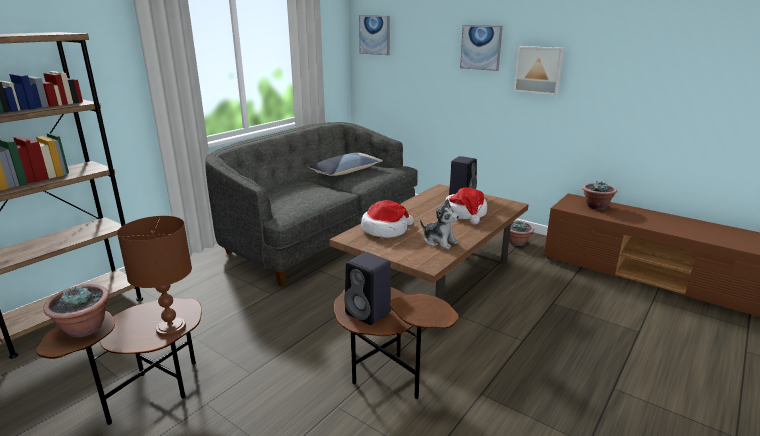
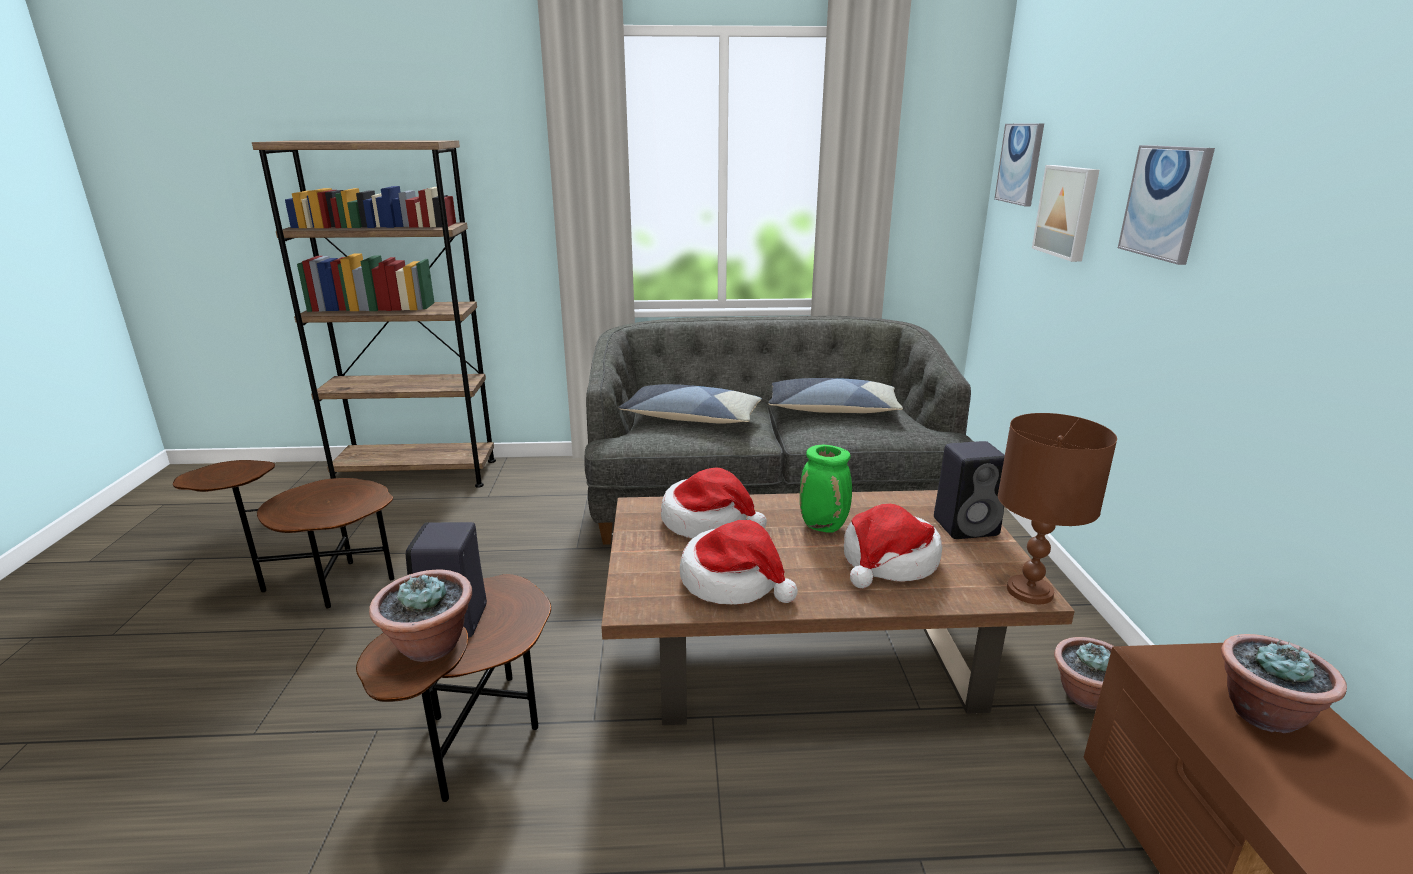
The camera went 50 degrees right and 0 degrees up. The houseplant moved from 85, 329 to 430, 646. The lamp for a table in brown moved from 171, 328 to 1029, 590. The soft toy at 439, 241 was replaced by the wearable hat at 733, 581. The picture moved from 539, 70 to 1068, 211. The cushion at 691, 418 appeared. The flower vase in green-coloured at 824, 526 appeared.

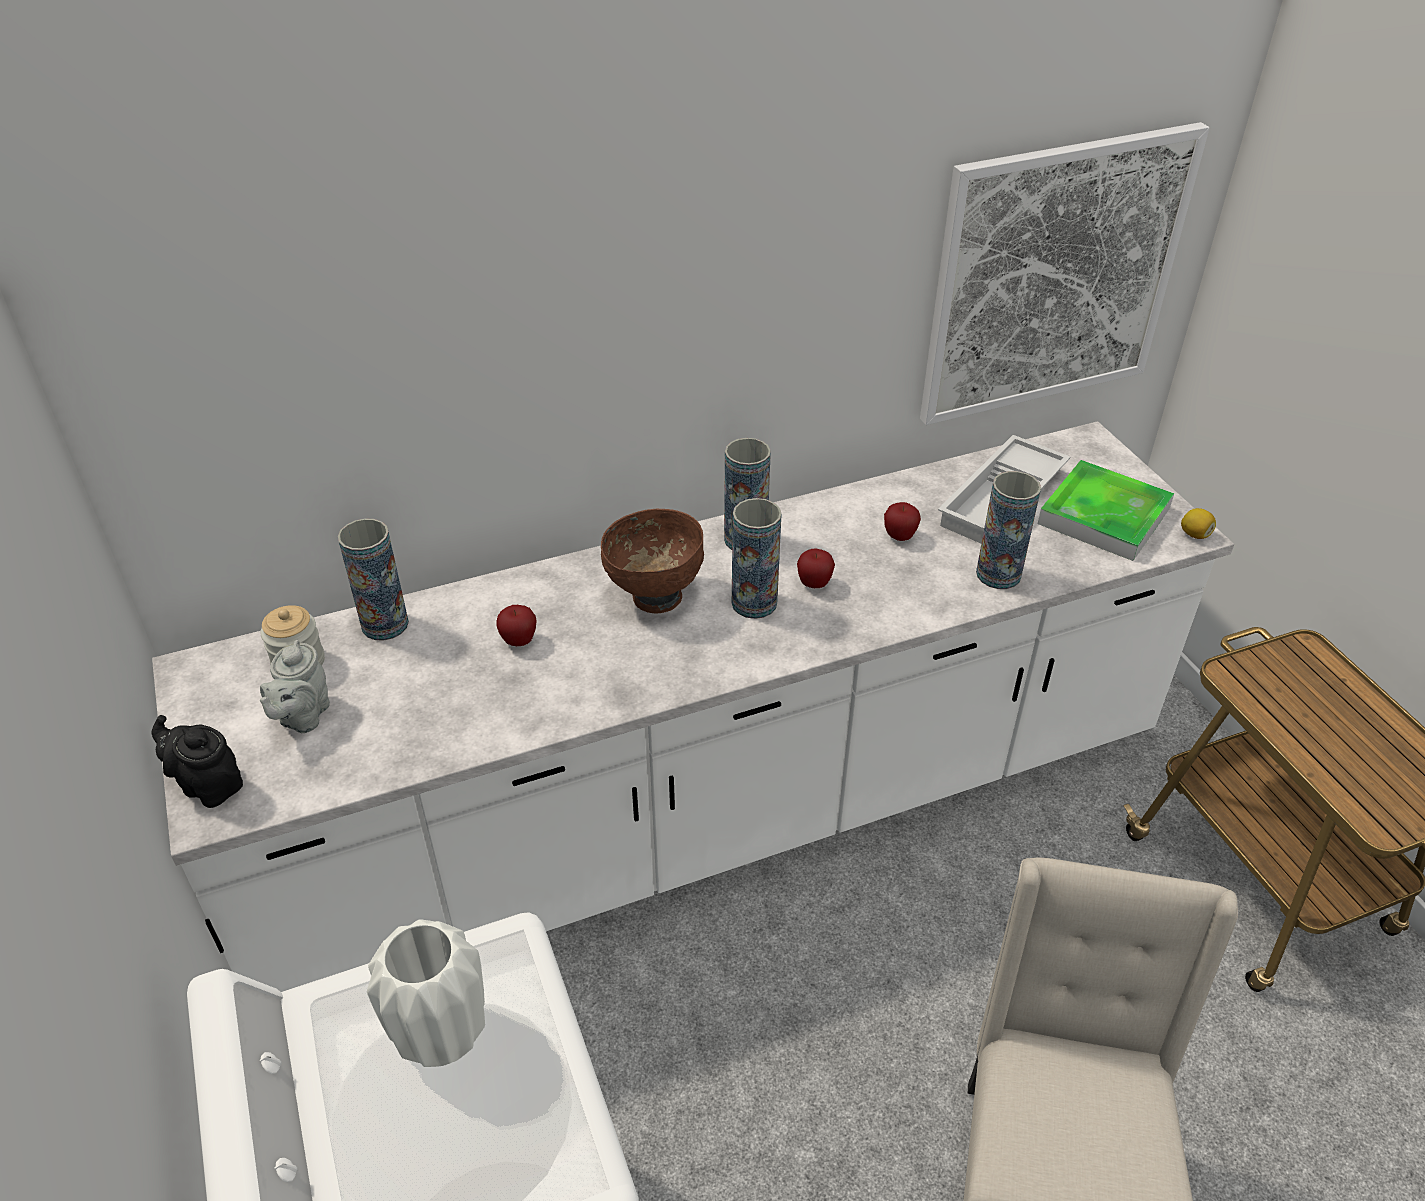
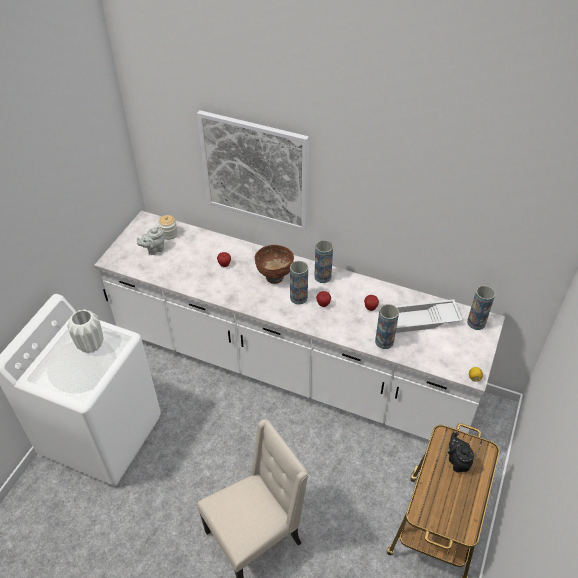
The camera went 45 degrees right and 5 degrees up. The pot for tea in black-coloured moved from 209, 785 to 457, 461. The flower vase moved from 385, 624 to 476, 323. The picture moved from 1054, 276 to 255, 171. The carrying tray at 1103, 516 disappeared.

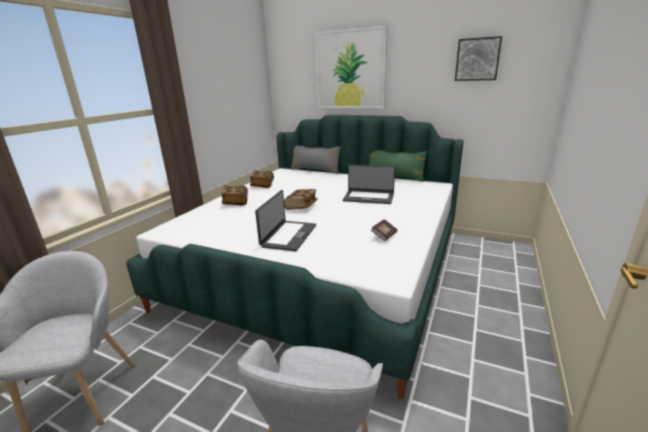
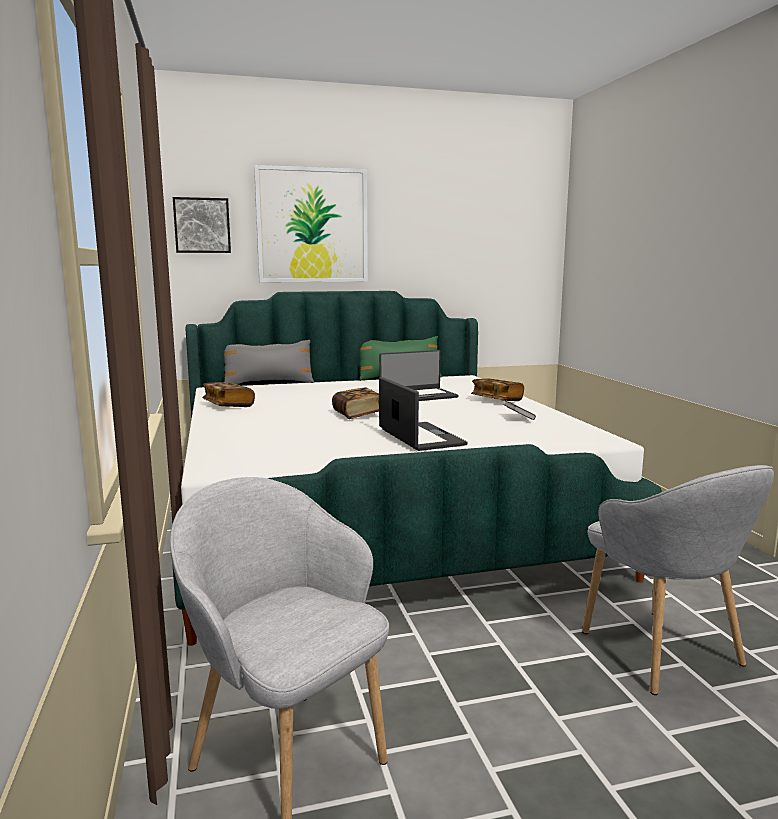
The camera went 40 degrees left and 10 degrees down. The bound book moved from 235, 202 to 497, 400. The picture moved from 477, 59 to 202, 225.

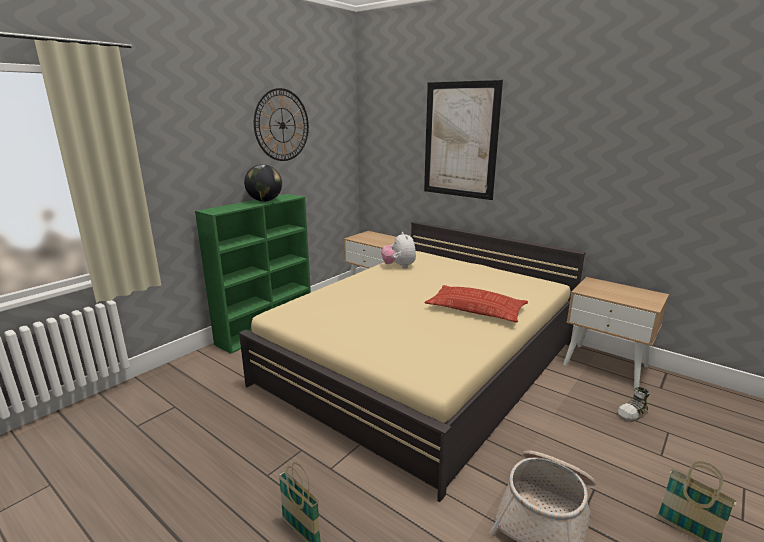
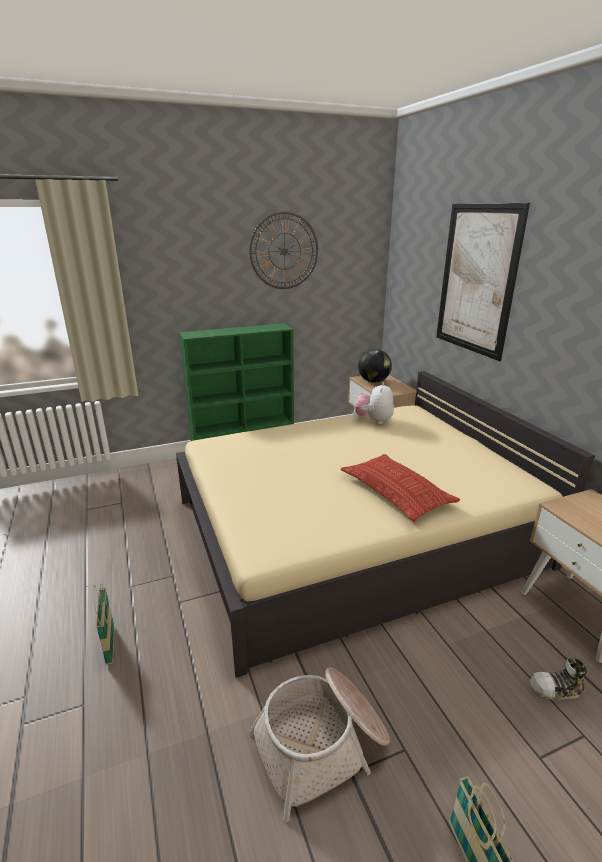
The camera went 30 degrees right and 5 degrees up. The globe moved from 265, 201 to 373, 381.

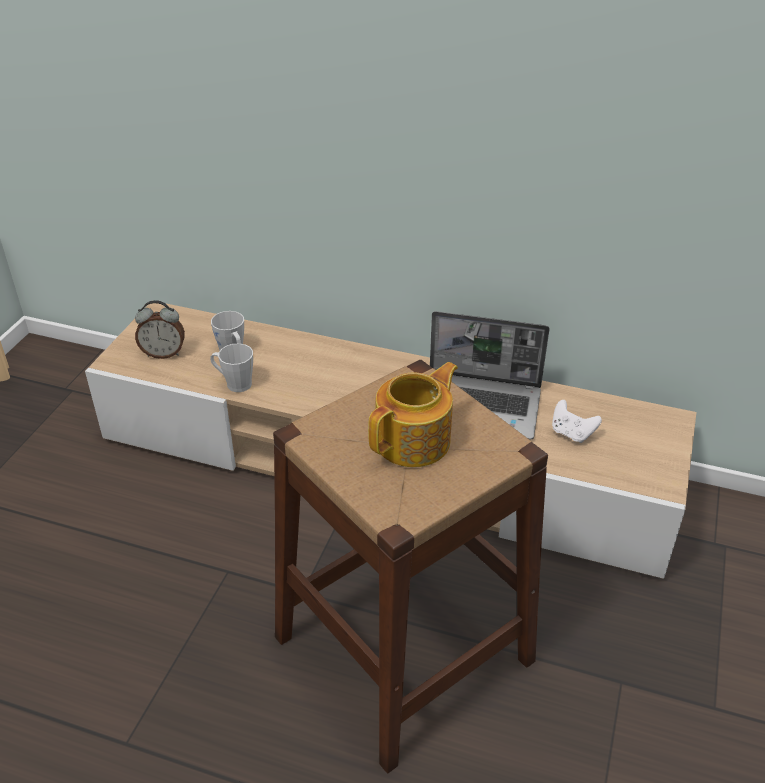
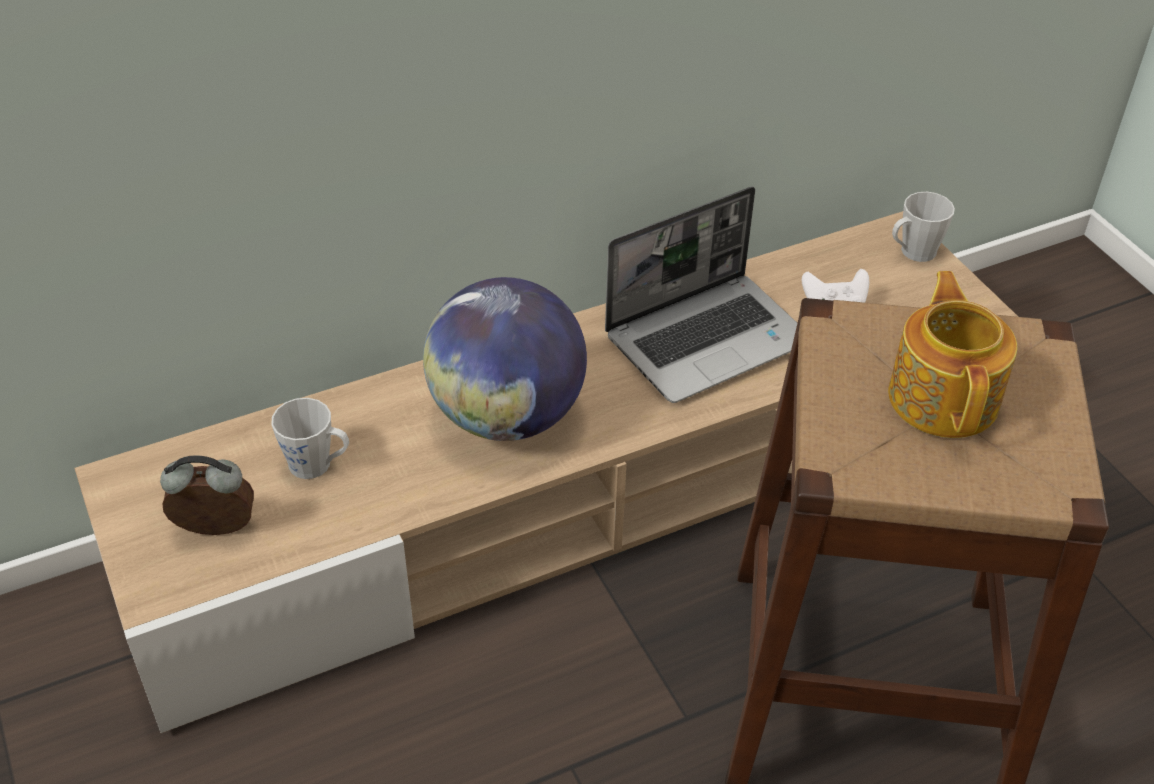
The camera went 45 degrees left and 5 degrees up. The table clock at 164, 353 turned 135 degrees counterclockwise. The mug in grey moved from 234, 383 to 912, 252. The globe at 507, 416 appeared.

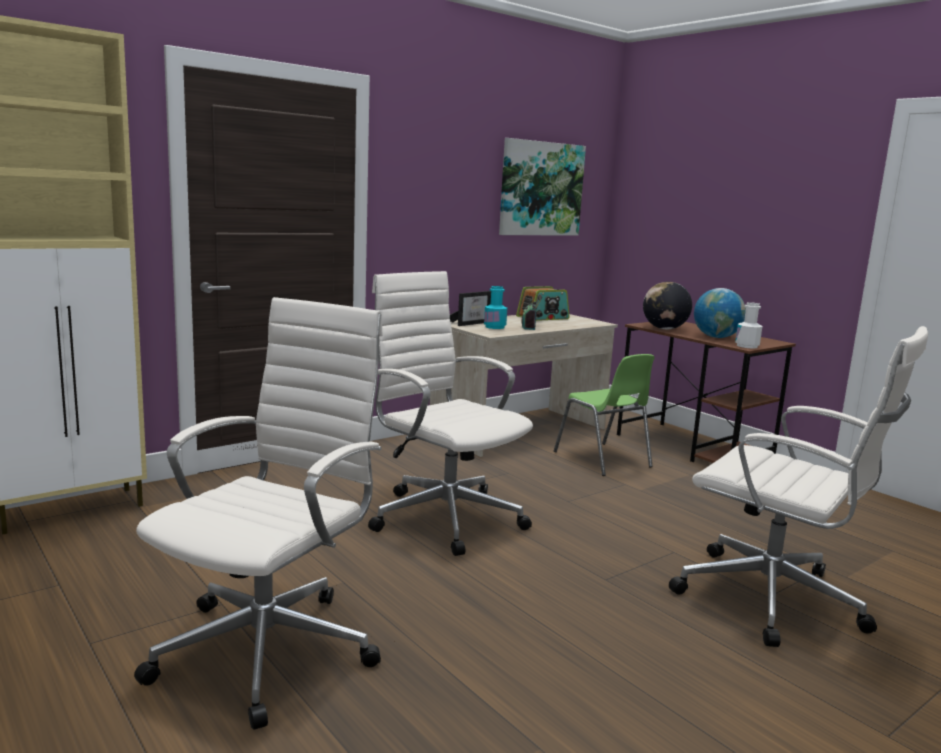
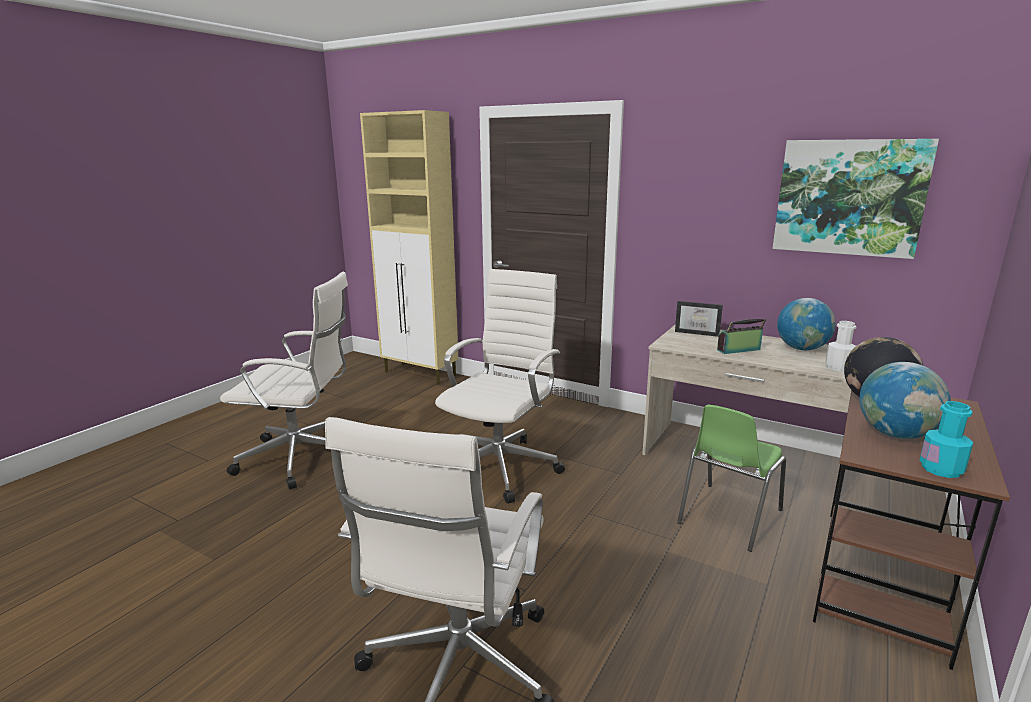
The camera went 70 degrees right and 5 degrees up. The bottle in blue-green moved from 495, 327 to 941, 469. The radio at 543, 317 was replaced by the globe at 802, 349. The bottle in whitish moved from 747, 346 to 839, 368.

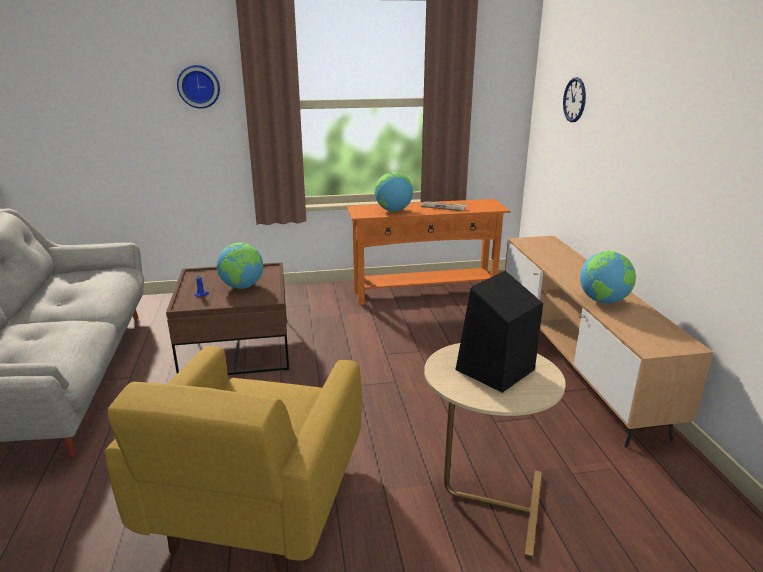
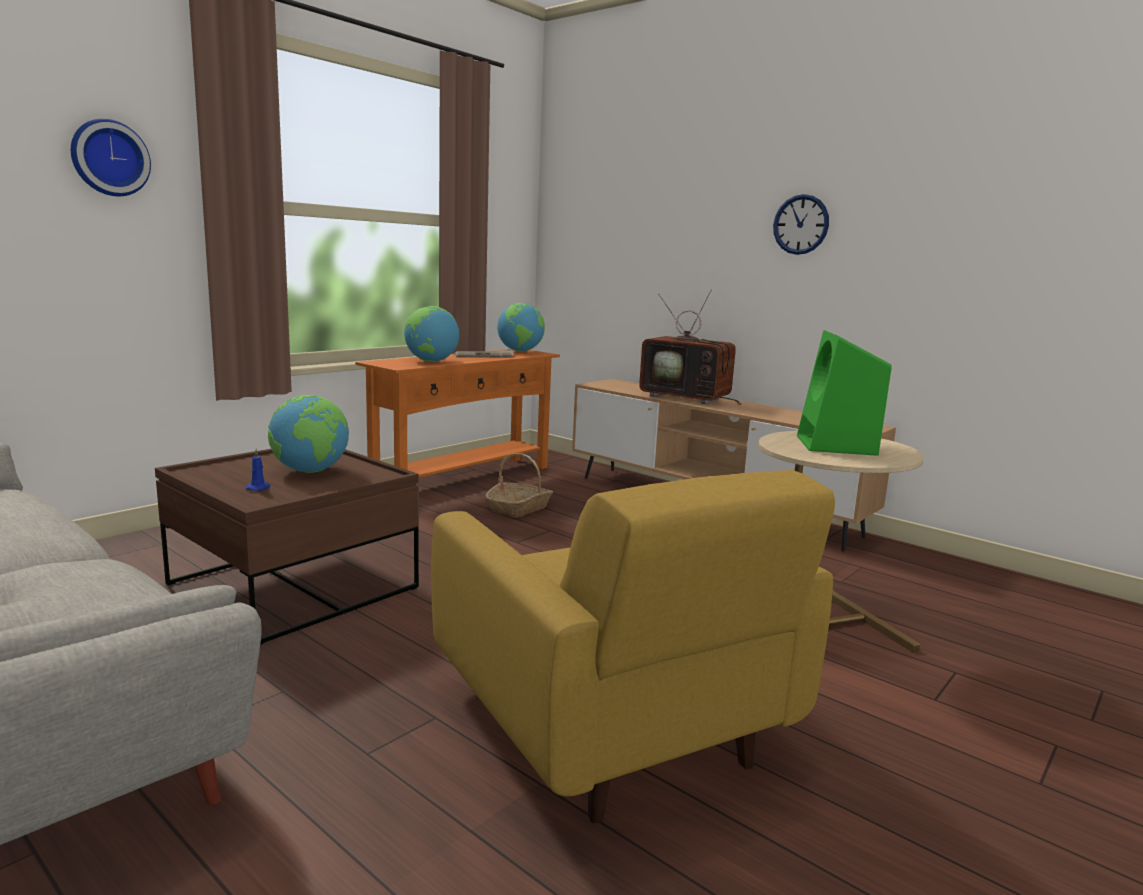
The camera went 40 degrees left and 10 degrees down. The speaker in black-coloured at 494, 371 became the speaker in green-coloured at 837, 446. The hanging clock moved from 574, 100 to 801, 224. The globe moved from 603, 301 to 520, 351. The storage basket at 519, 508 appeared. The TV set at 688, 398 appeared.

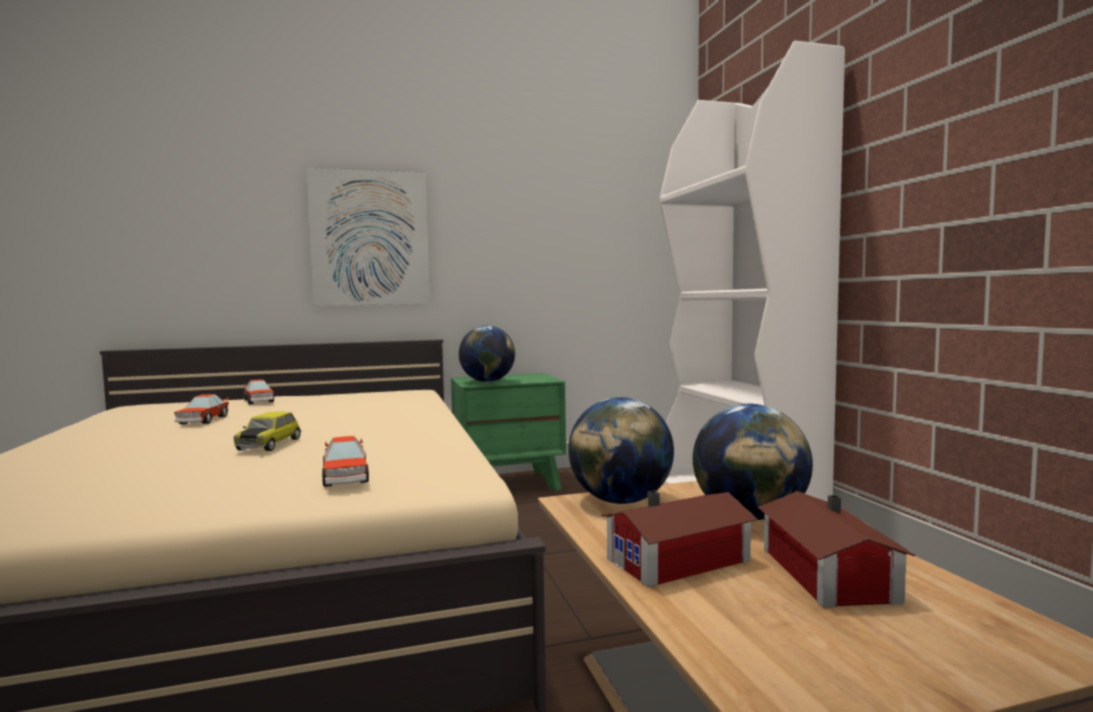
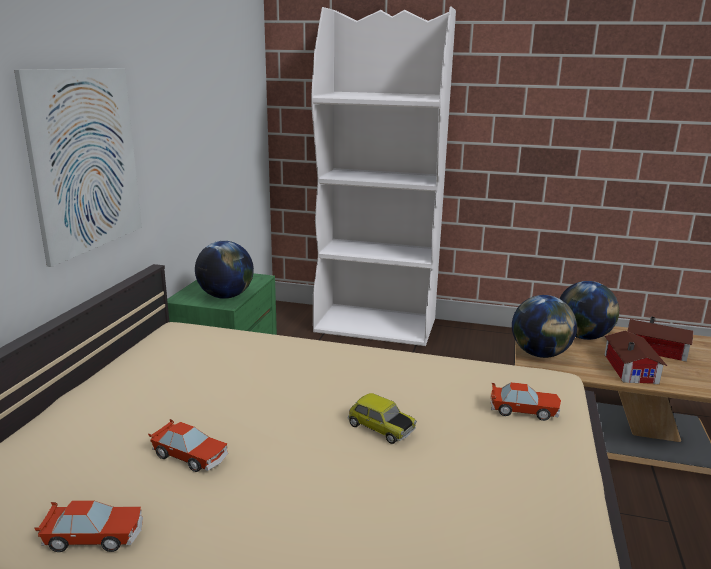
The camera went 60 degrees left and 15 degrees up. The toy car moved from 259, 401 to 94, 537.

